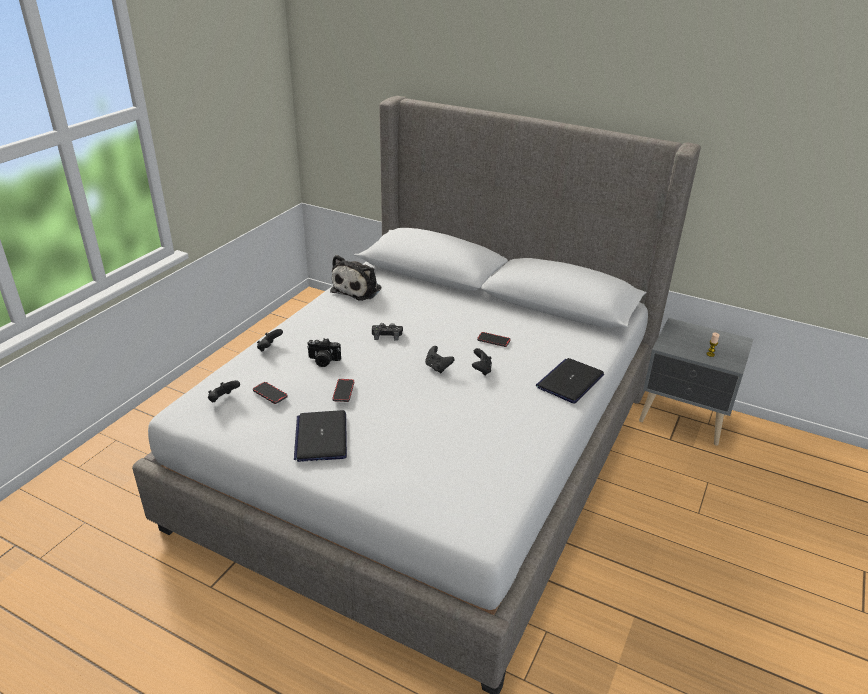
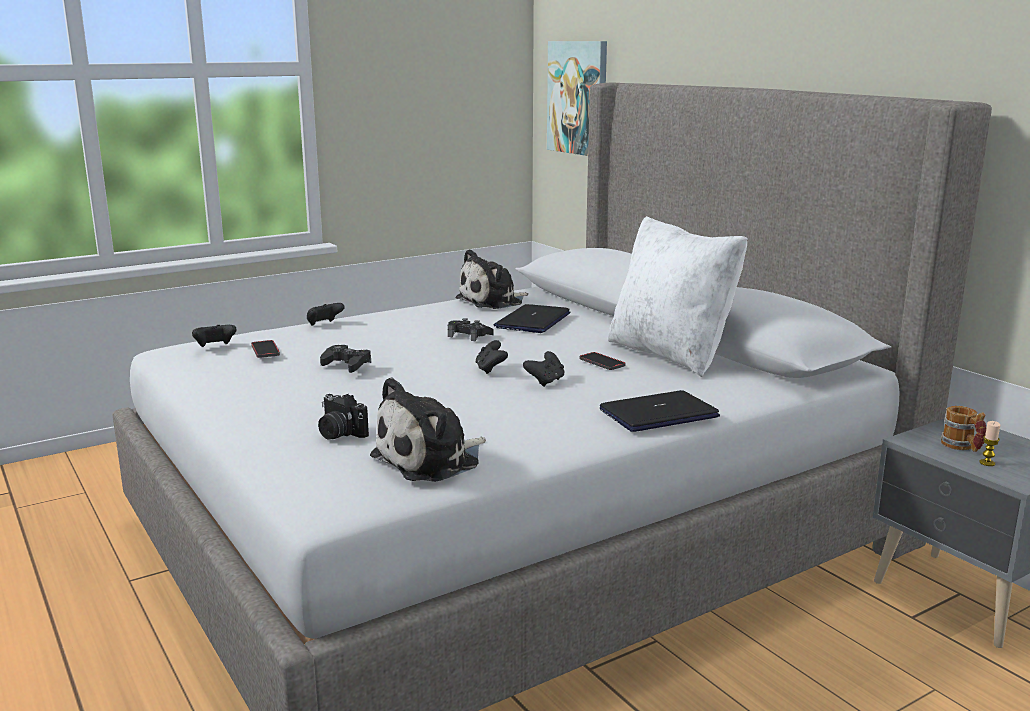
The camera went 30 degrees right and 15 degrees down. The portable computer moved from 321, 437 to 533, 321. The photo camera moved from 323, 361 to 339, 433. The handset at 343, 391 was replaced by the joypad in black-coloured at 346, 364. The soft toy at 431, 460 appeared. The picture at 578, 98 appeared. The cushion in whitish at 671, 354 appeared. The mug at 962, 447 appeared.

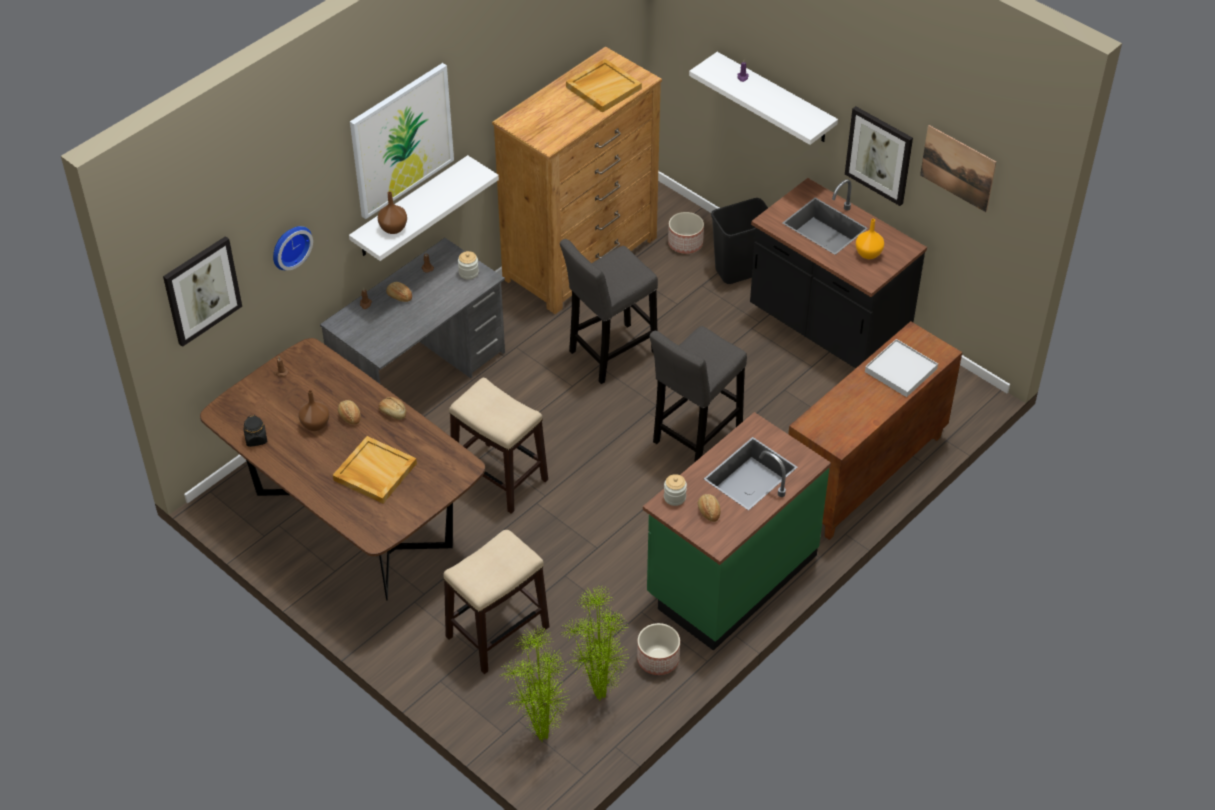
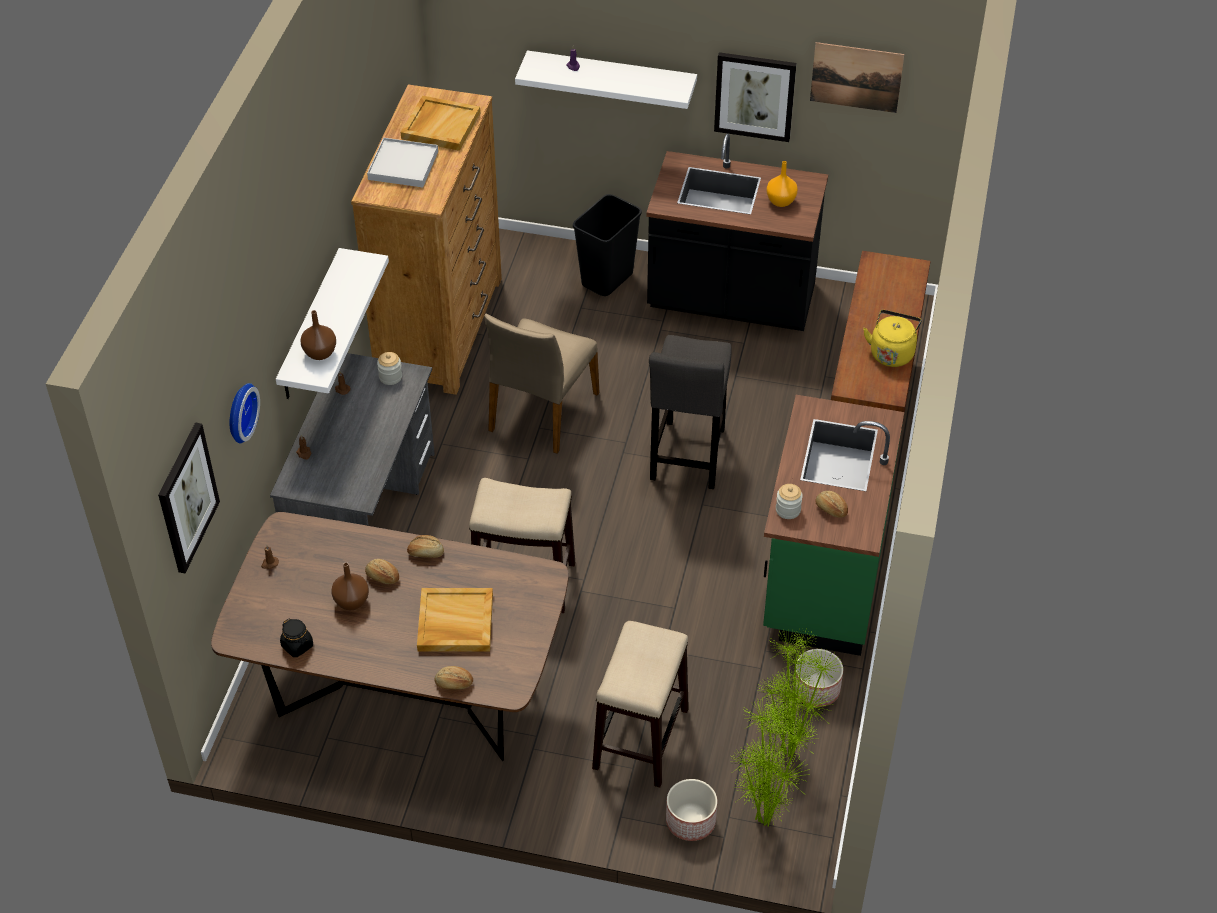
The camera went 30 degrees left and 0 degrees up. The picture at 401, 140 disappeared. The bread moved from 399, 296 to 454, 684. The stool in grey at 609, 354 was replaced by the upright chair in beige at 542, 412. The planter moved from 685, 244 to 691, 821. The carrying tray in whitish moved from 900, 370 to 403, 166. The kettle in yellow at 891, 352 appeared.

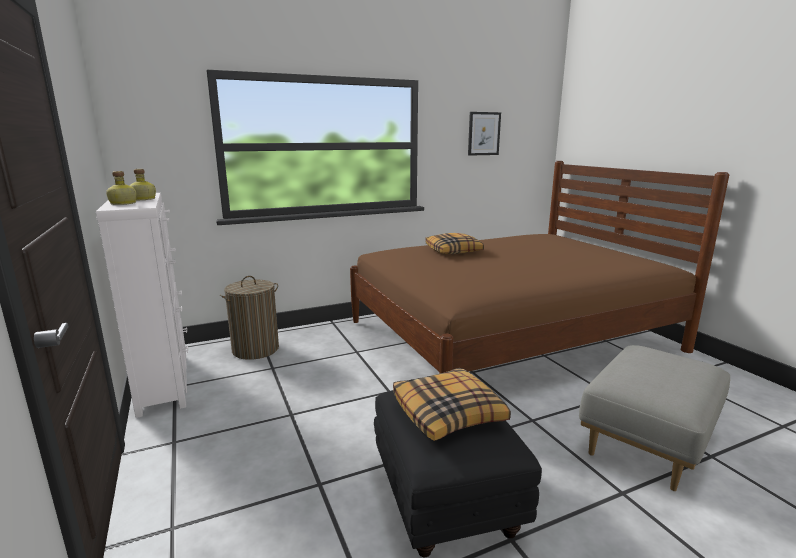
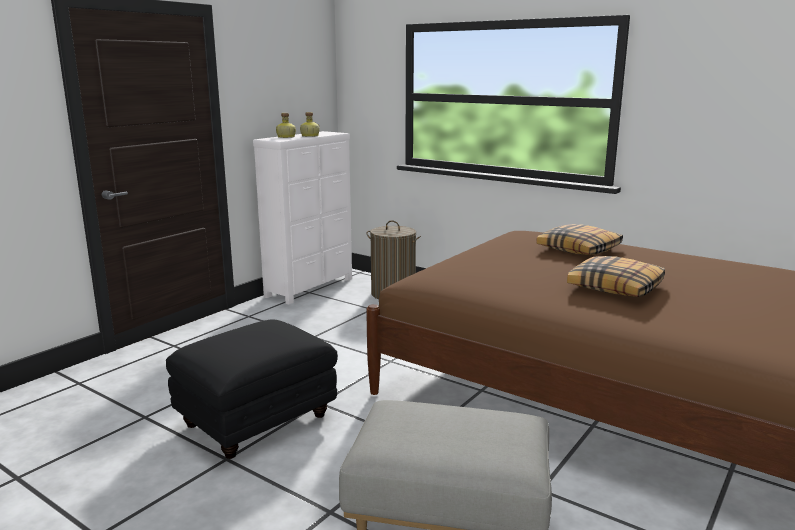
The camera went 60 degrees right and 0 degrees up. The cushion moved from 449, 413 to 616, 288. The picture at 483, 133 disappeared.

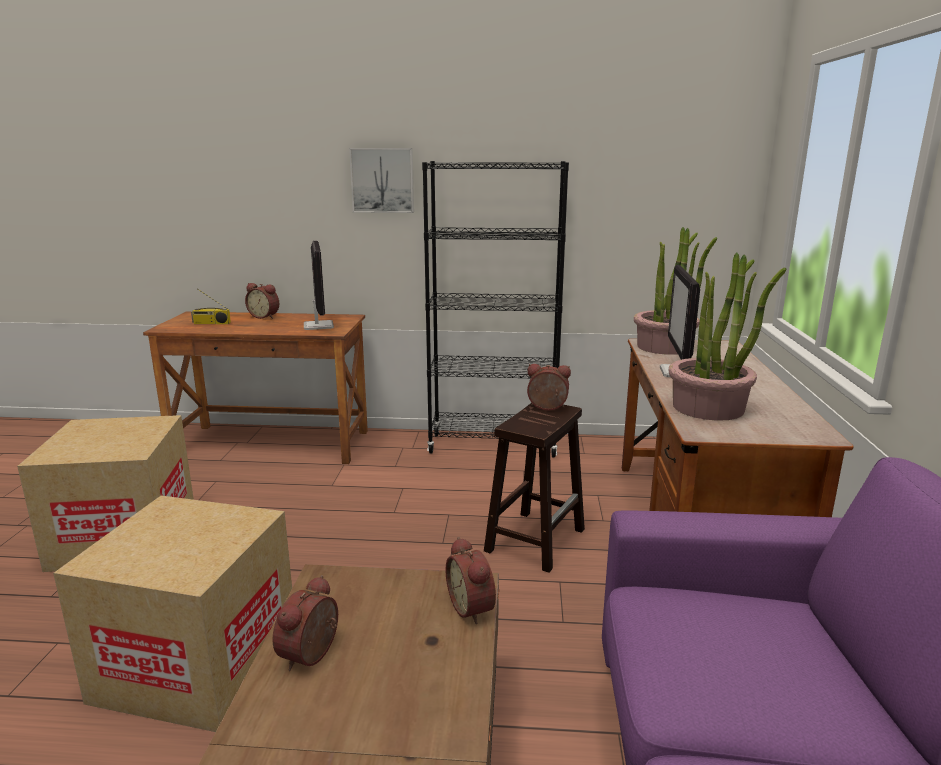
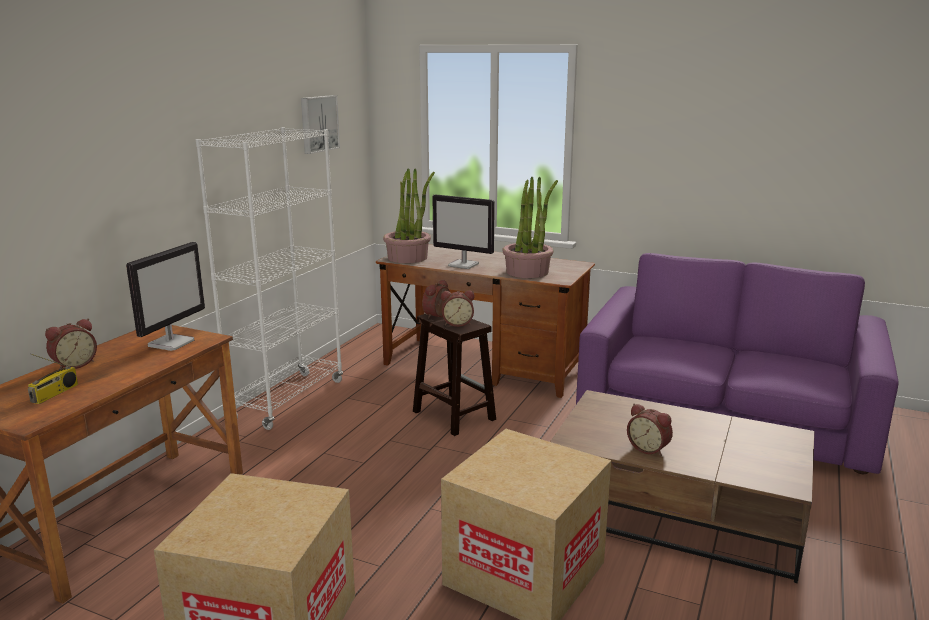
The camera went 70 degrees left and 0 degrees up. The monitor at 318, 326 turned 105 degrees clockwise. The picture moved from 383, 180 to 318, 123. The bookcase in black-coloured at 493, 445 became the bookcase in whitish at 288, 400. The table clock moved from 473, 607 to 457, 323.

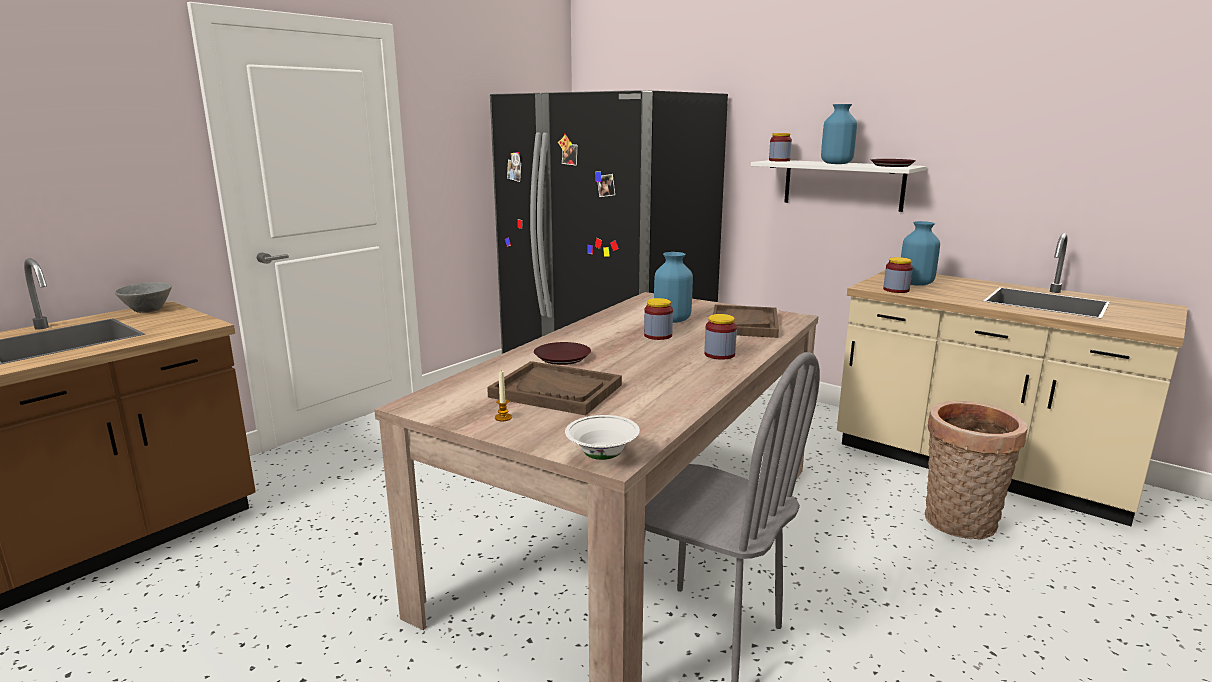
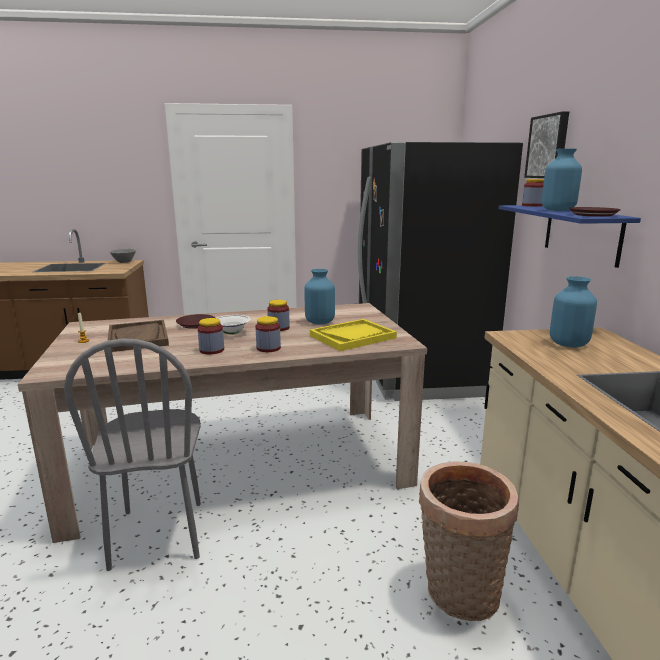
The camera went 45 degrees right and 0 degrees up. The serving bowl in whitish moved from 602, 456 to 232, 333. The carrying tray in brown at 744, 324 became the carrying tray in yellow at 352, 337. The wall shelf in whitish at 843, 184 became the wall shelf in bluish at 581, 233. The jar moved from 896, 290 to 211, 350. The picture at 548, 147 appeared.

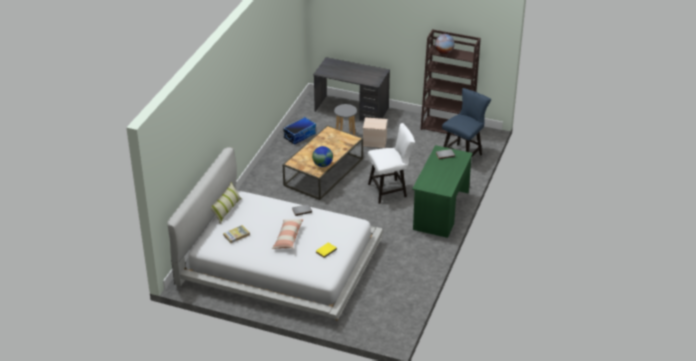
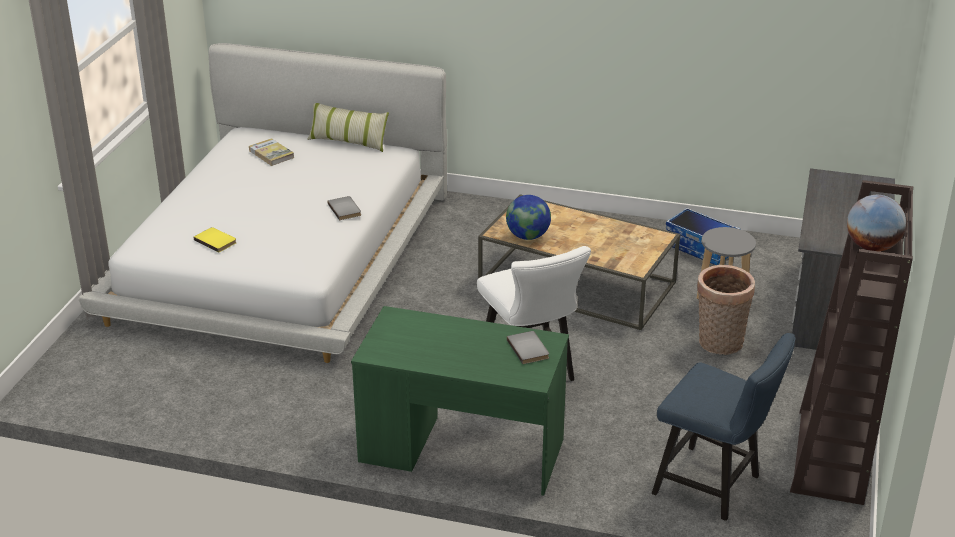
The camera went 85 degrees right and 5 degrees down. The cushion at 288, 238 disappeared. The storage container in beige at 375, 141 was replaced by the storage basket at 719, 344.

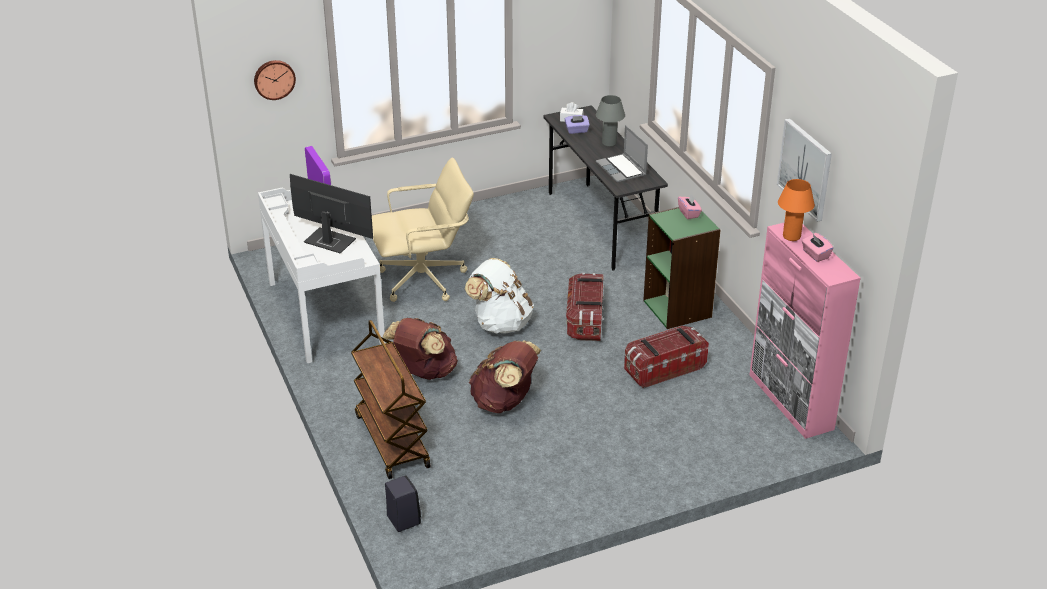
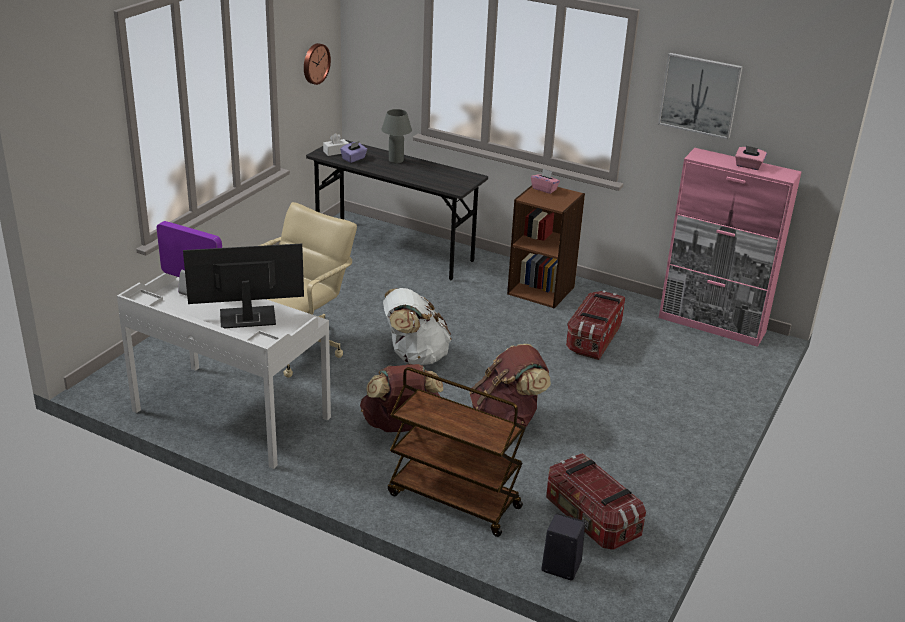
The camera went 40 degrees left and 5 degrees down. The hanging clock moved from 274, 79 to 315, 63. The storage container moved from 585, 320 to 590, 519. The portable computer at 622, 169 disappeared. The bookcase in green-coloured at 678, 309 became the bookcase in brown at 541, 290. The lamp for a table in orangey at 791, 236 disappeared.

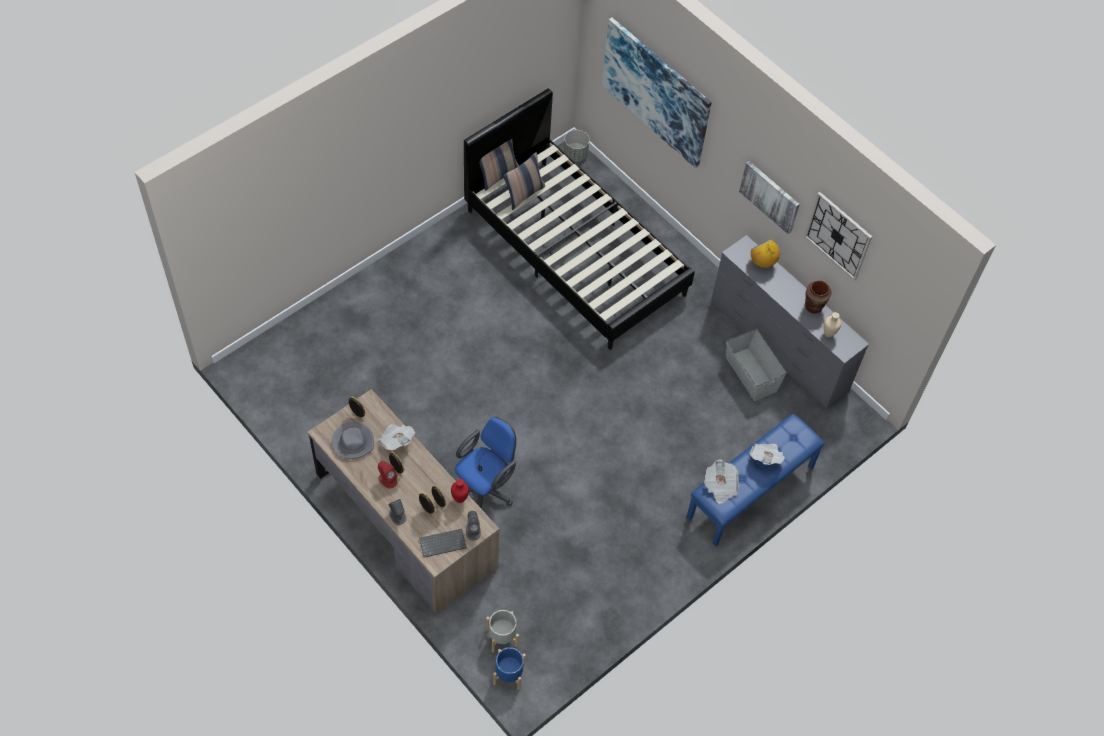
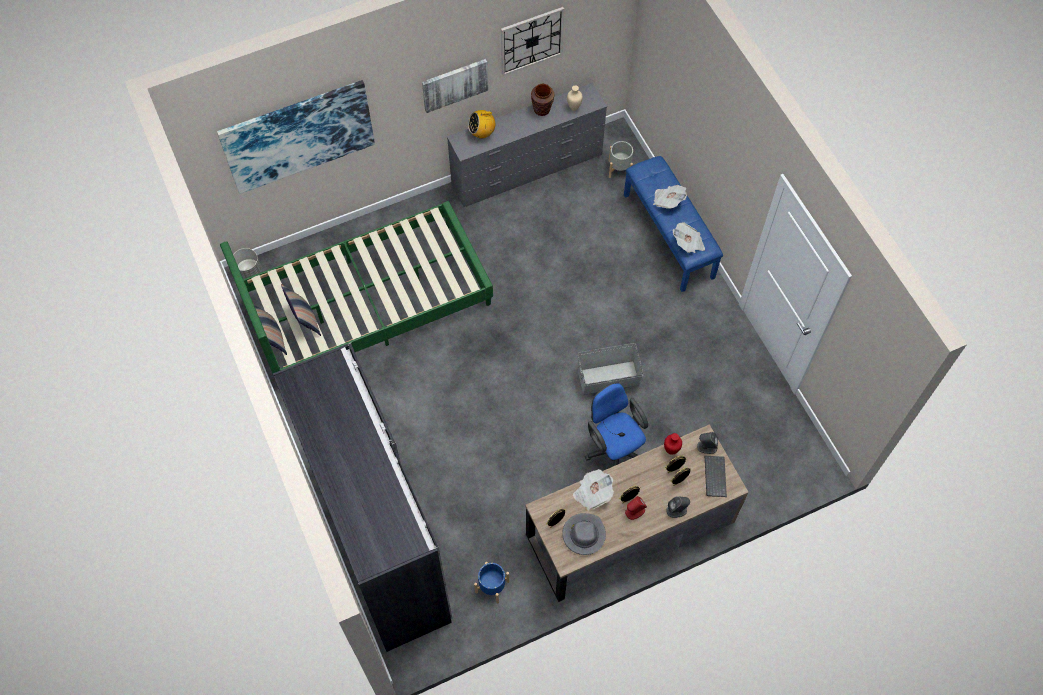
The camera went 70 degrees left and 5 degrees up. The sleeping bed in black-coloured at 575, 251 became the sleeping bed in green-coloured at 368, 303. The planter in grey moved from 502, 637 to 619, 169. The planter in bluish moved from 509, 674 to 492, 586. The storage container in grey moved from 751, 374 to 608, 378. The wardrobe in grey at 380, 542 appeared.

